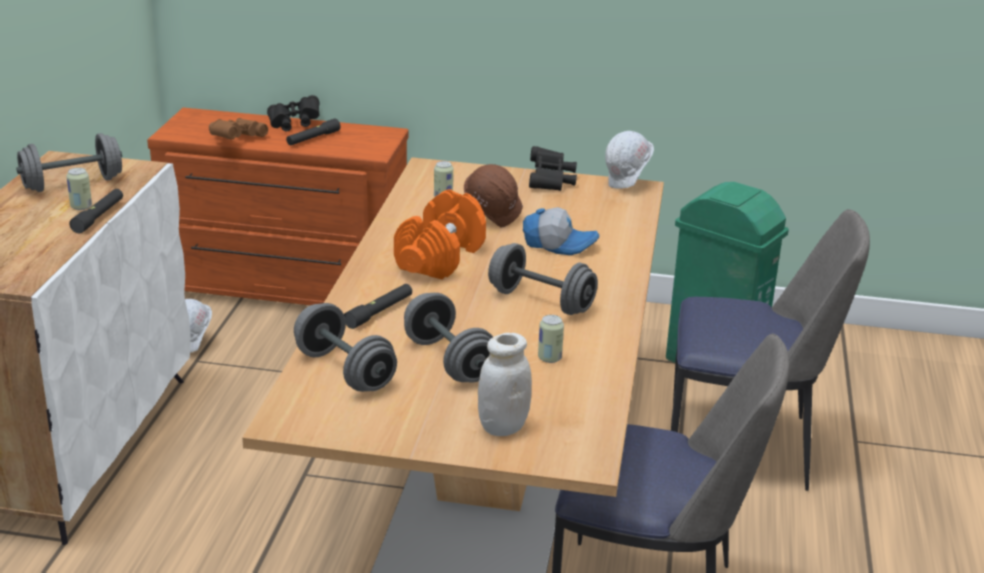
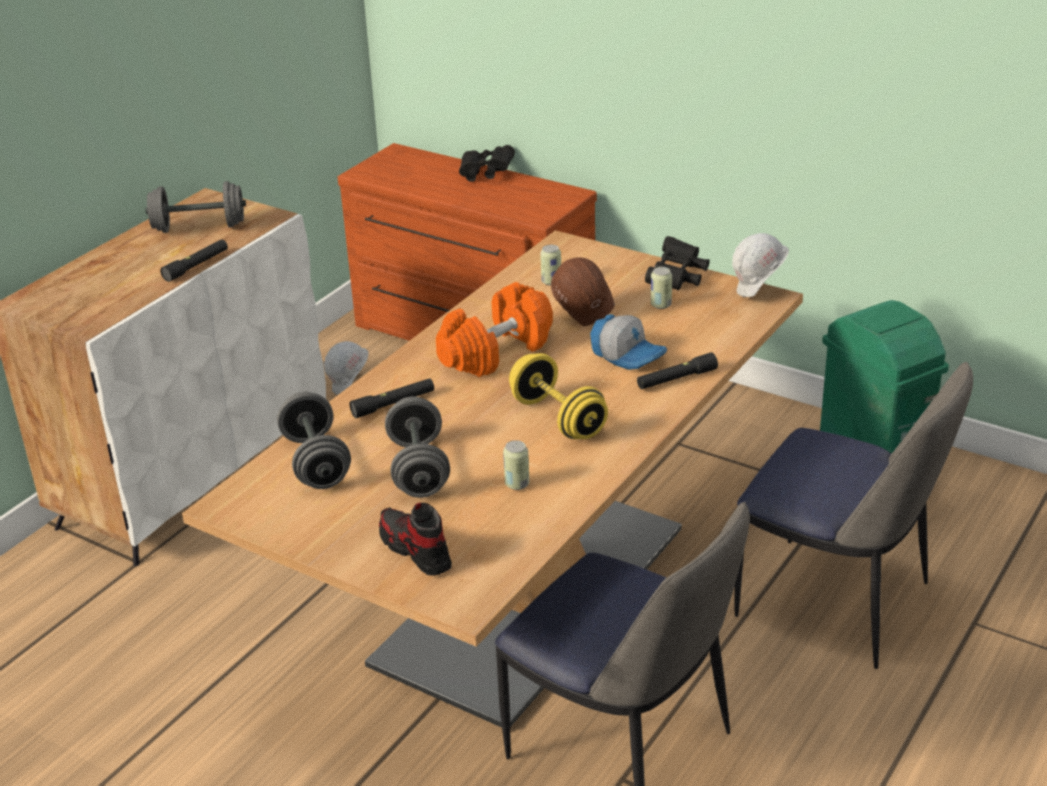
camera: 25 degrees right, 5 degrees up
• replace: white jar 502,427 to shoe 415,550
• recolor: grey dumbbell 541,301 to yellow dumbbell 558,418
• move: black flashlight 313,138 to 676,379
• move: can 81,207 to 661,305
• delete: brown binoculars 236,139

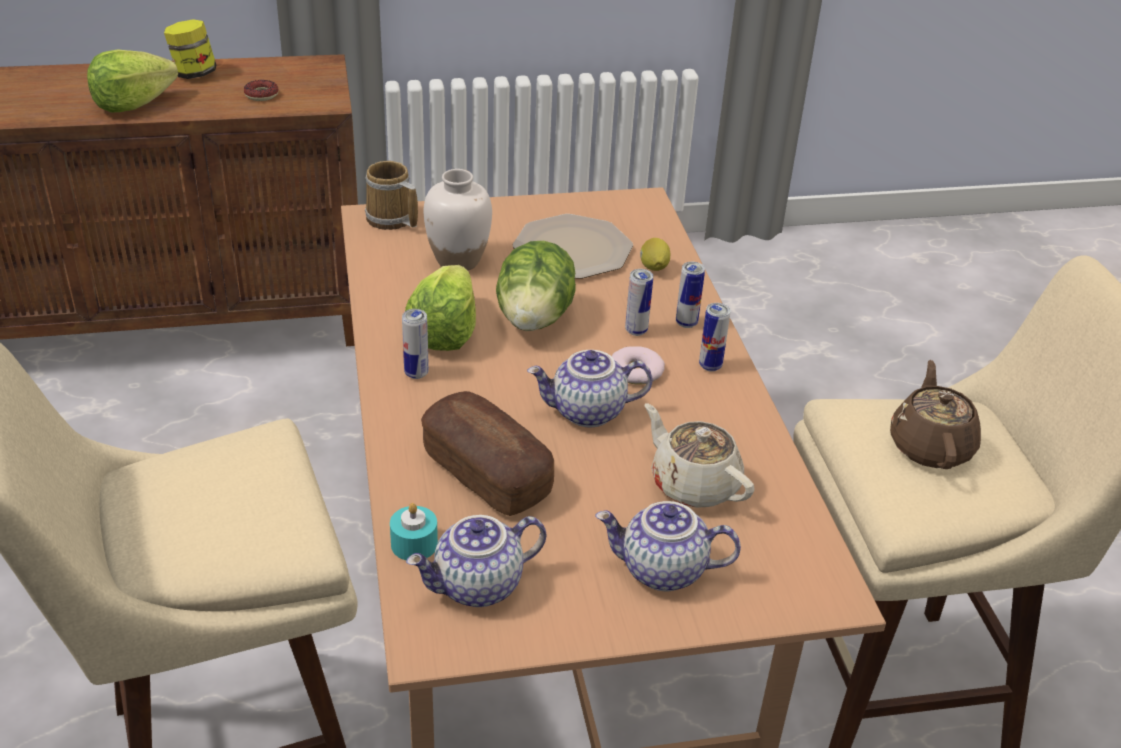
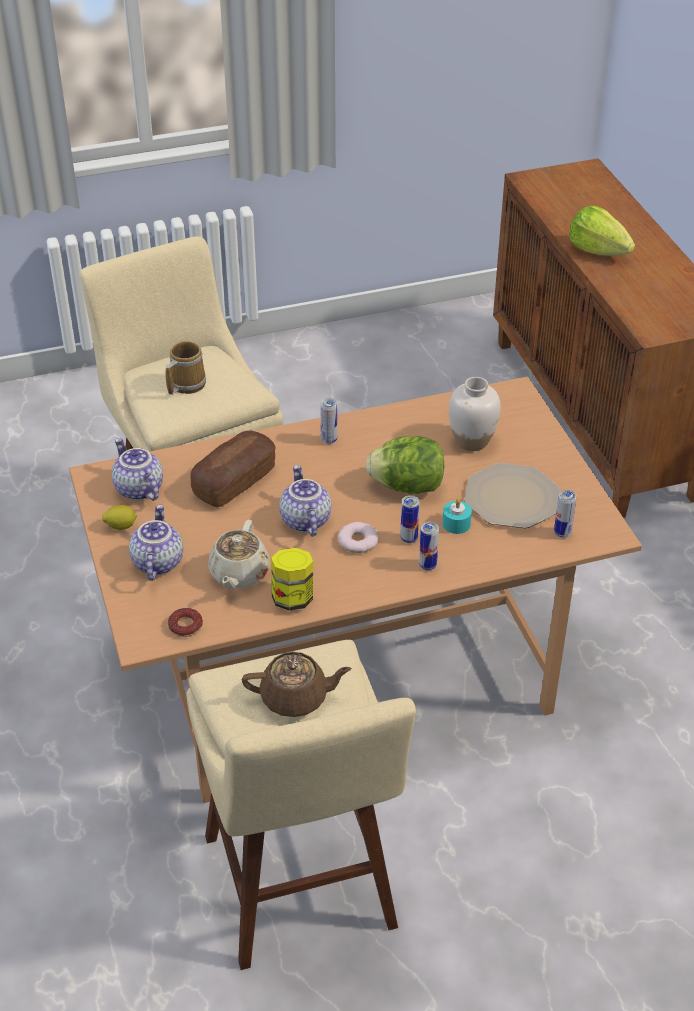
camera: 85 degrees right, 5 degrees up
• move: lemon 653,268 to 121,526
• move: mug 391,220 to 185,384
• move: donut 261,95 to 185,626
• rotate: beige teapot 693,484 = 239,574 150 degrees clockwise
• move: jar 194,74 to 292,598
• move: turquoise candle 414,544 to 456,524
• move: can 710,366 to 562,533
• delete: lettuce 445,332

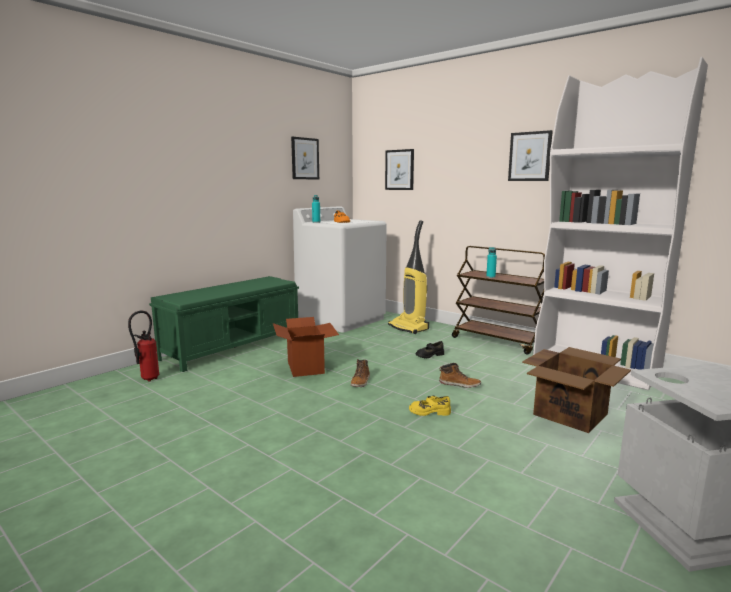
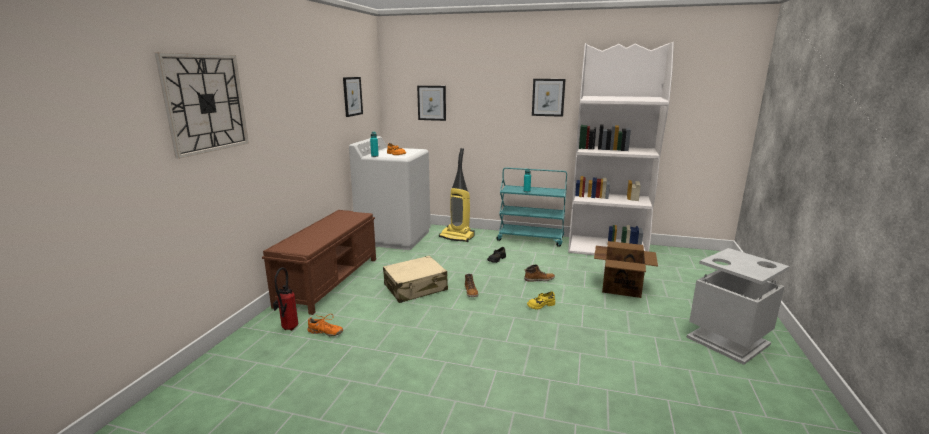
camera: 25 degrees left, 5 degrees up
• insert: wall clock 205,103
• recolor: green bench 234,347 to brown bench 330,281
• insert: orange shoe 325,332
• replace: cardboard box 306,367 to beige suitcase 416,288
• recolor: brown cart 498,341 to turquoise cart 531,239

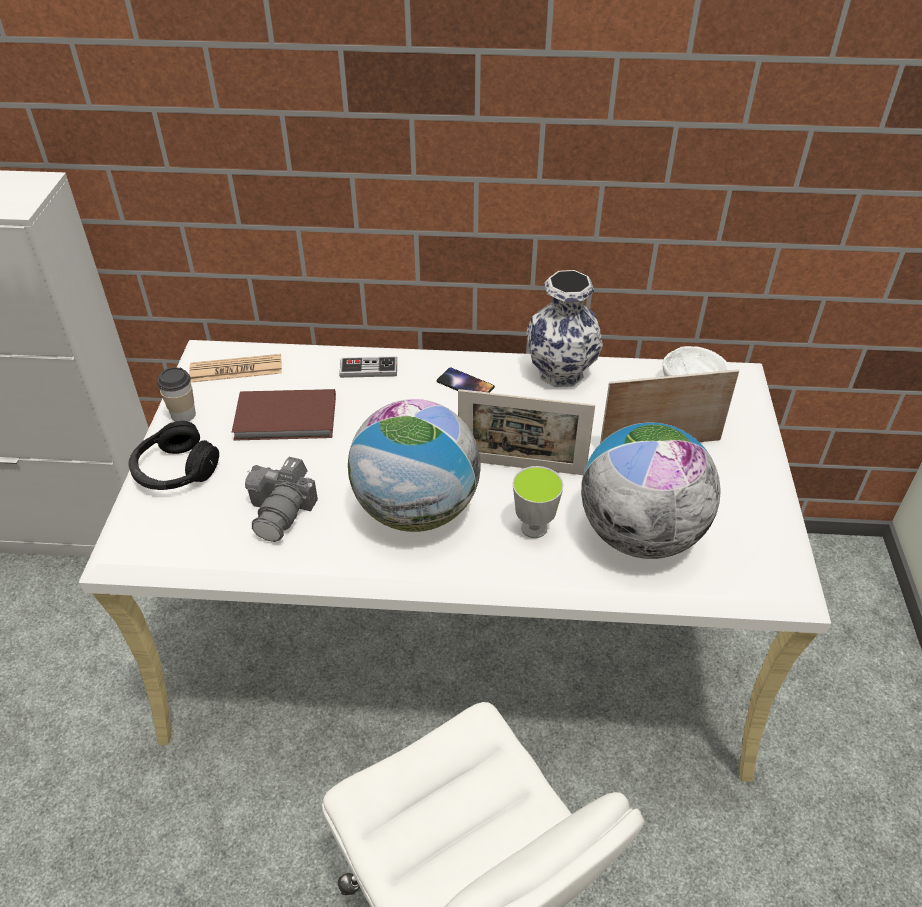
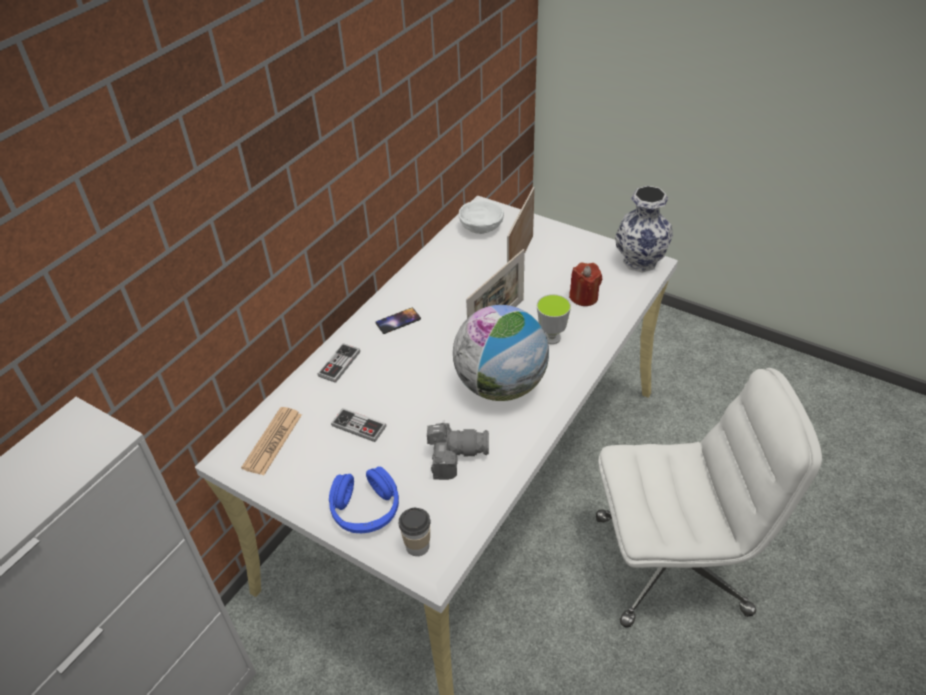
camera: 60 degrees left, 0 degrees up
• recolor: black headphones 175,470 to blue headphones 366,510
• replace: brown book 287,419 to game controller 359,426
• move: cup 183,414 to 417,546
• rotate: photo camera 282,510 = 454,455 45 degrees counterclockwise
• replace: globe 640,534 to red candle 584,297
• move: vase 562,373 to 641,261

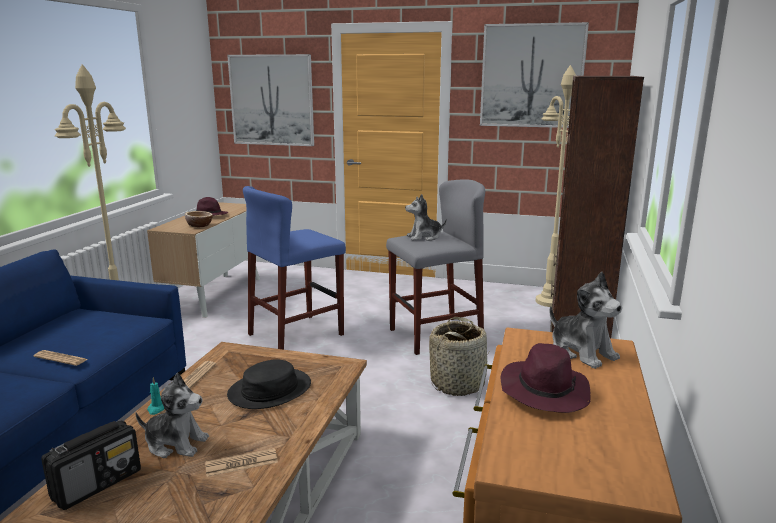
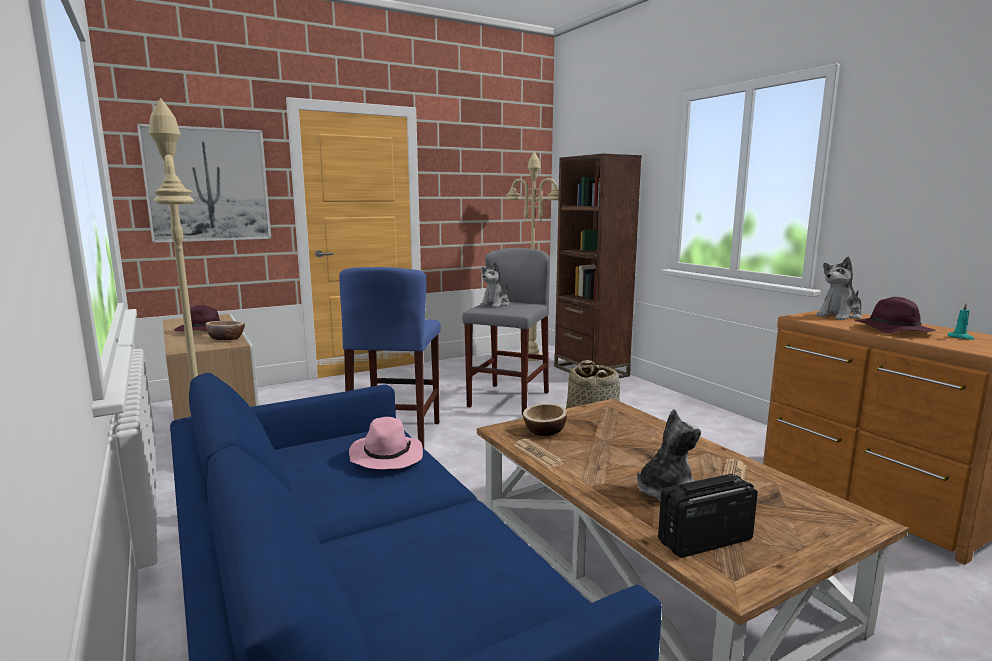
camera: 45 degrees left, 5 degrees down
• insert: pink hat 386,457
• insert: bowl 544,431
• rotate: radio 98,484 = 704,540 105 degrees counterclockwise
• rotate: plush toy 582,352 = 840,316 135 degrees clockwise
• move: turquoise candle 157,409 to 961,337
• delete: newspaper 61,358
• delete: black hat 269,390
• delete: picture 531,76

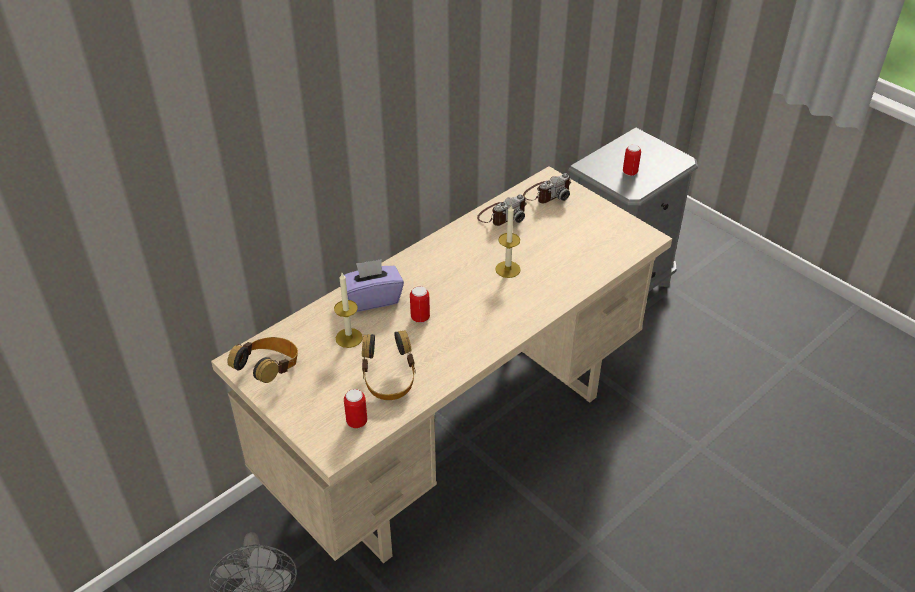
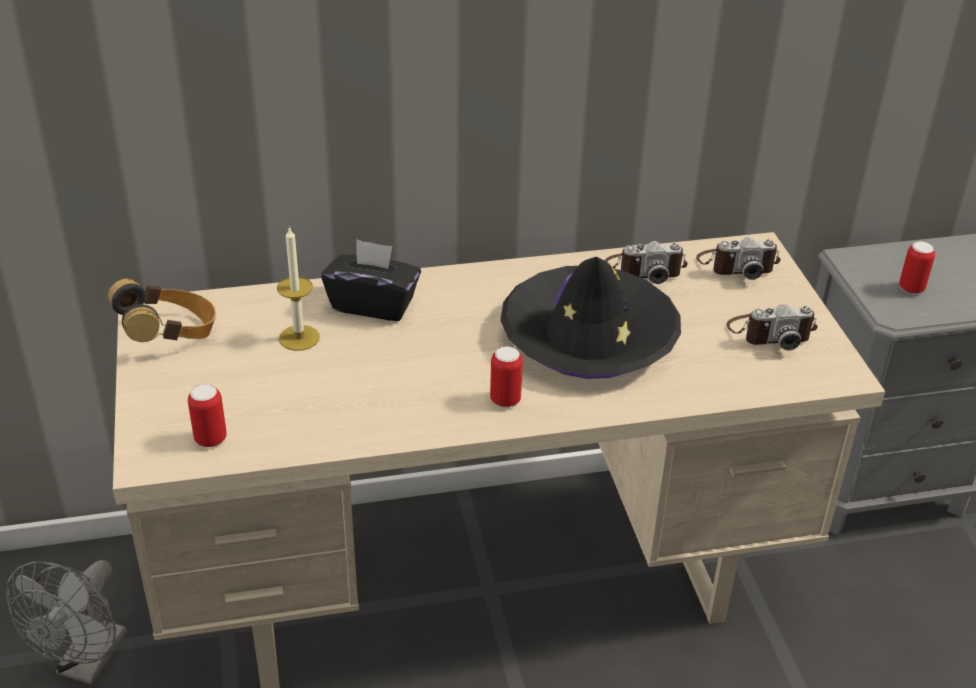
camera: 30 degrees right, 5 degrees down
• recolor: purple tissue box 372,298 to black tissue box 373,304
• move: can 420,318 to 505,400
• replace: candle 508,269 to black hat 588,338
• insert: photo camera 770,333
• delete: headphones 389,380

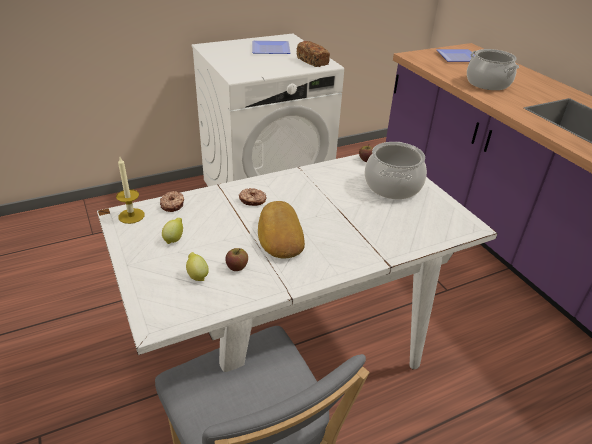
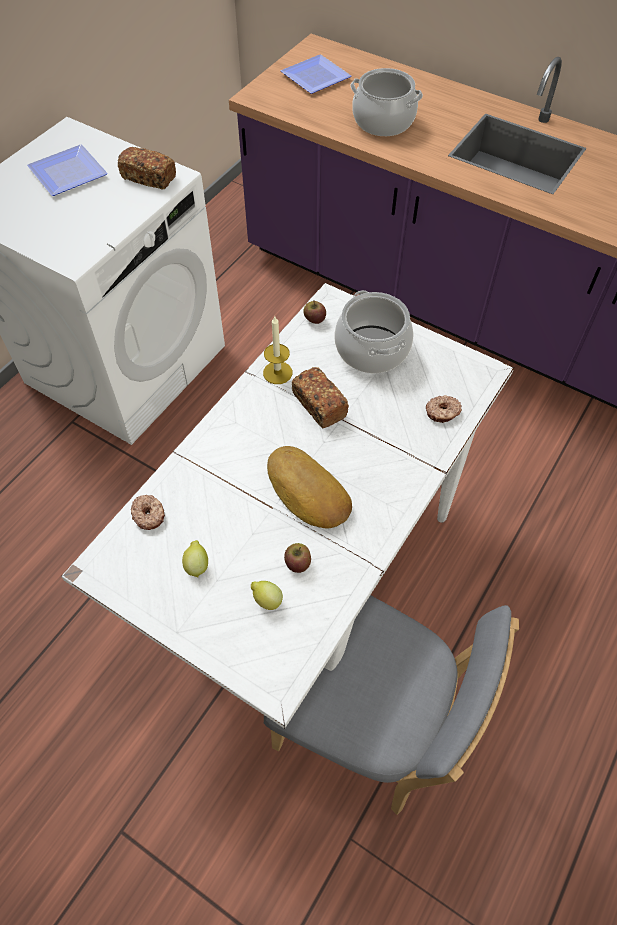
camera: 30 degrees left, 20 degrees up
• move: candle 131,216 to 277,372
• insert: bread 319,405
• move: donut 252,201 to 442,412

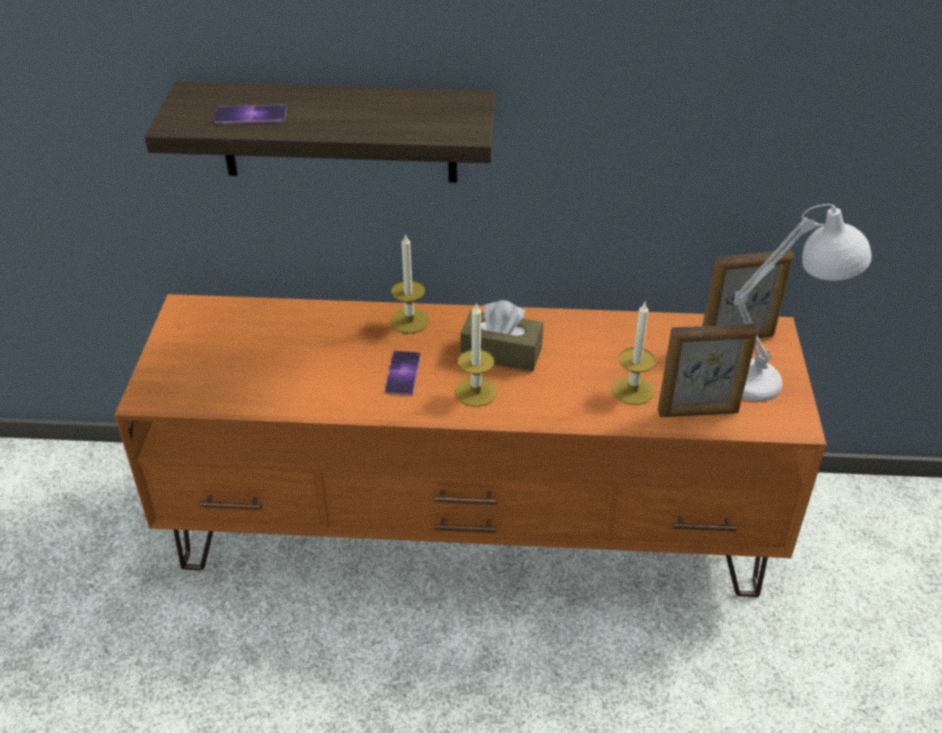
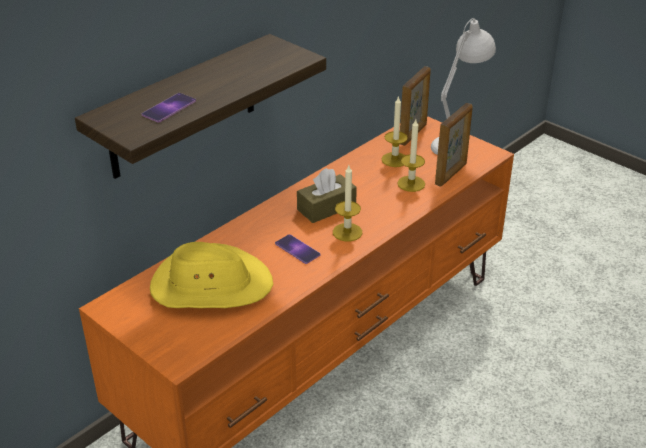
camera: 50 degrees left, 5 degrees down
• insert: yellow hat 210,285
• move: candle 409,321 to 394,159

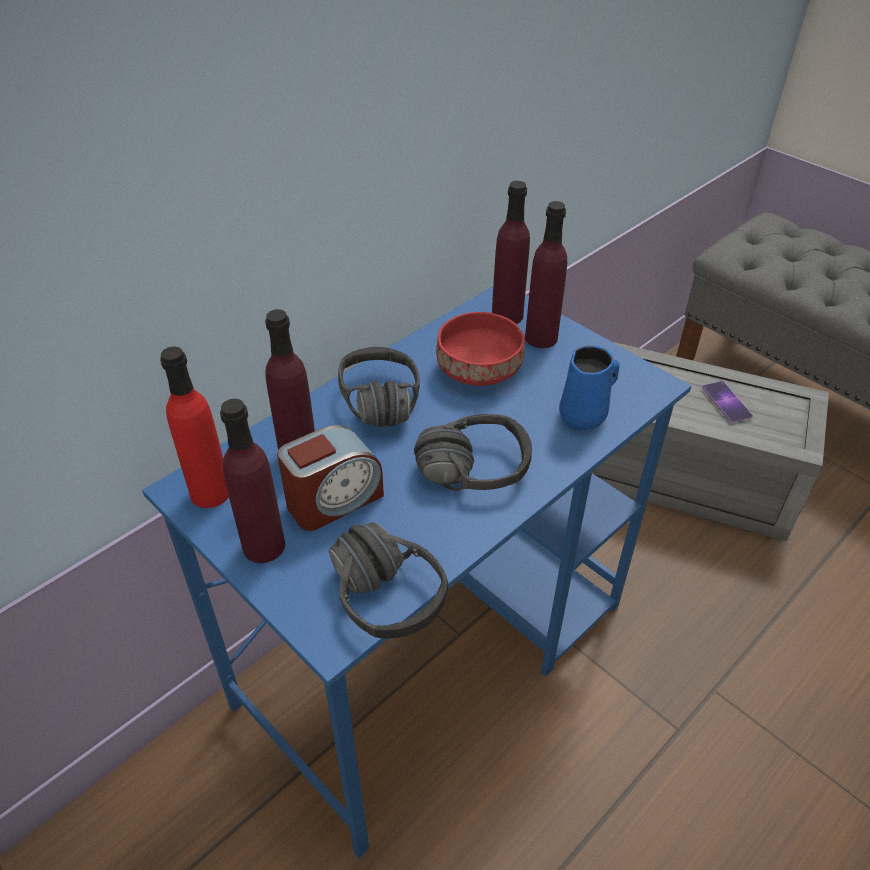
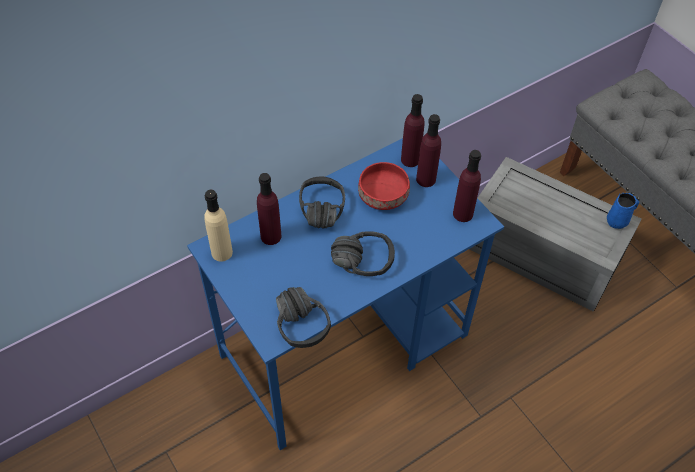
camera: 10 degrees right, 10 degrees up
• recolor: red bottle 210,493 to beige bottle 222,252
• move: purple bottle 263,545 to 463,213
• move: blue mug 584,416 to 618,221
• delete: alarm clock 334,500
• delete: phone 726,402

